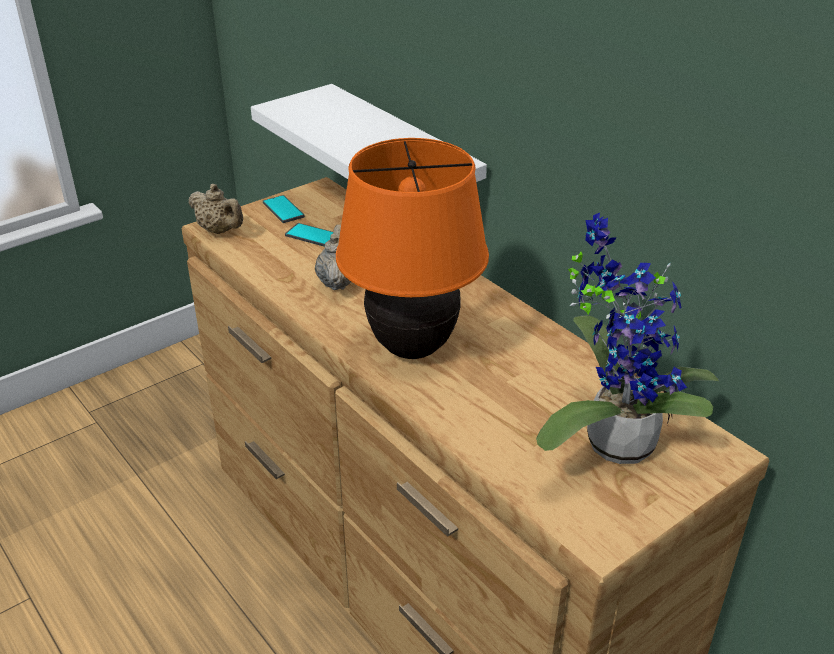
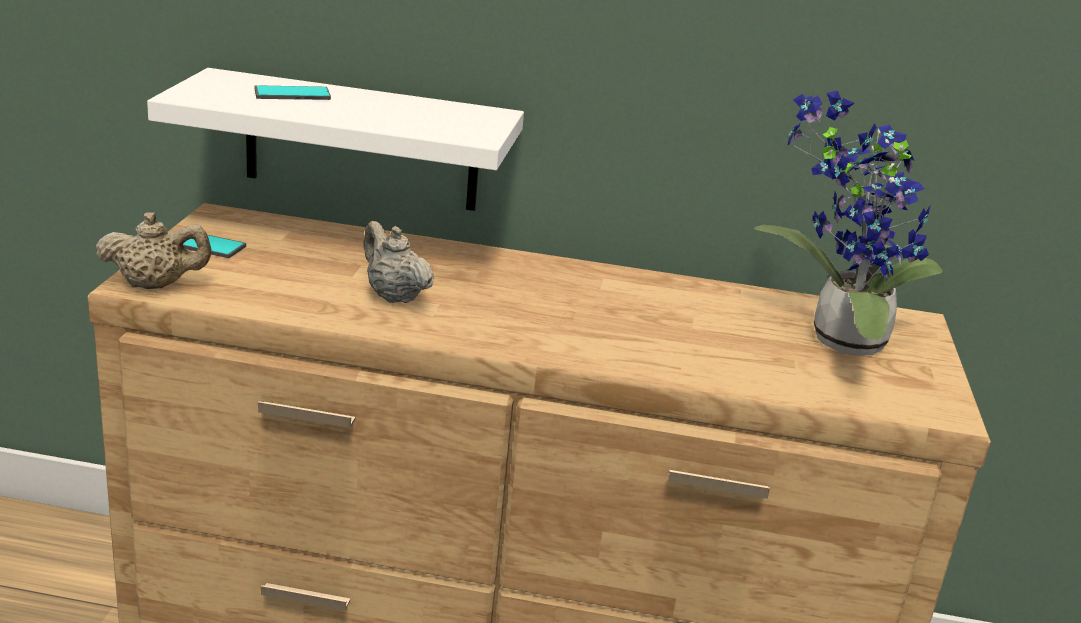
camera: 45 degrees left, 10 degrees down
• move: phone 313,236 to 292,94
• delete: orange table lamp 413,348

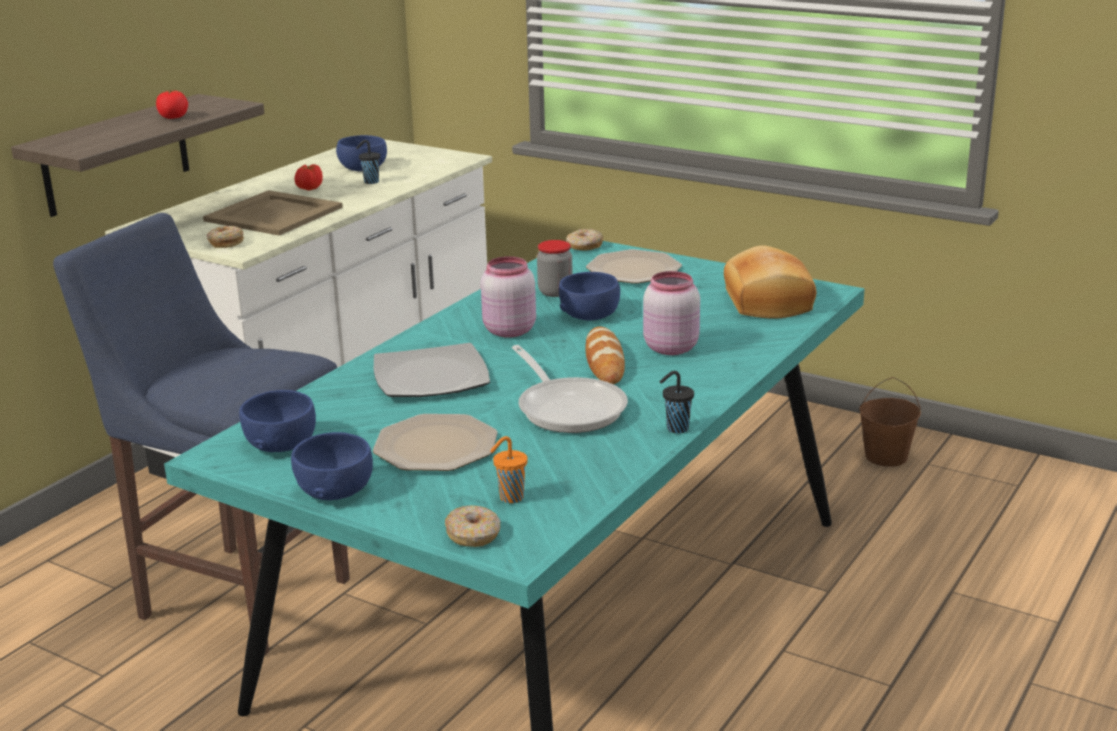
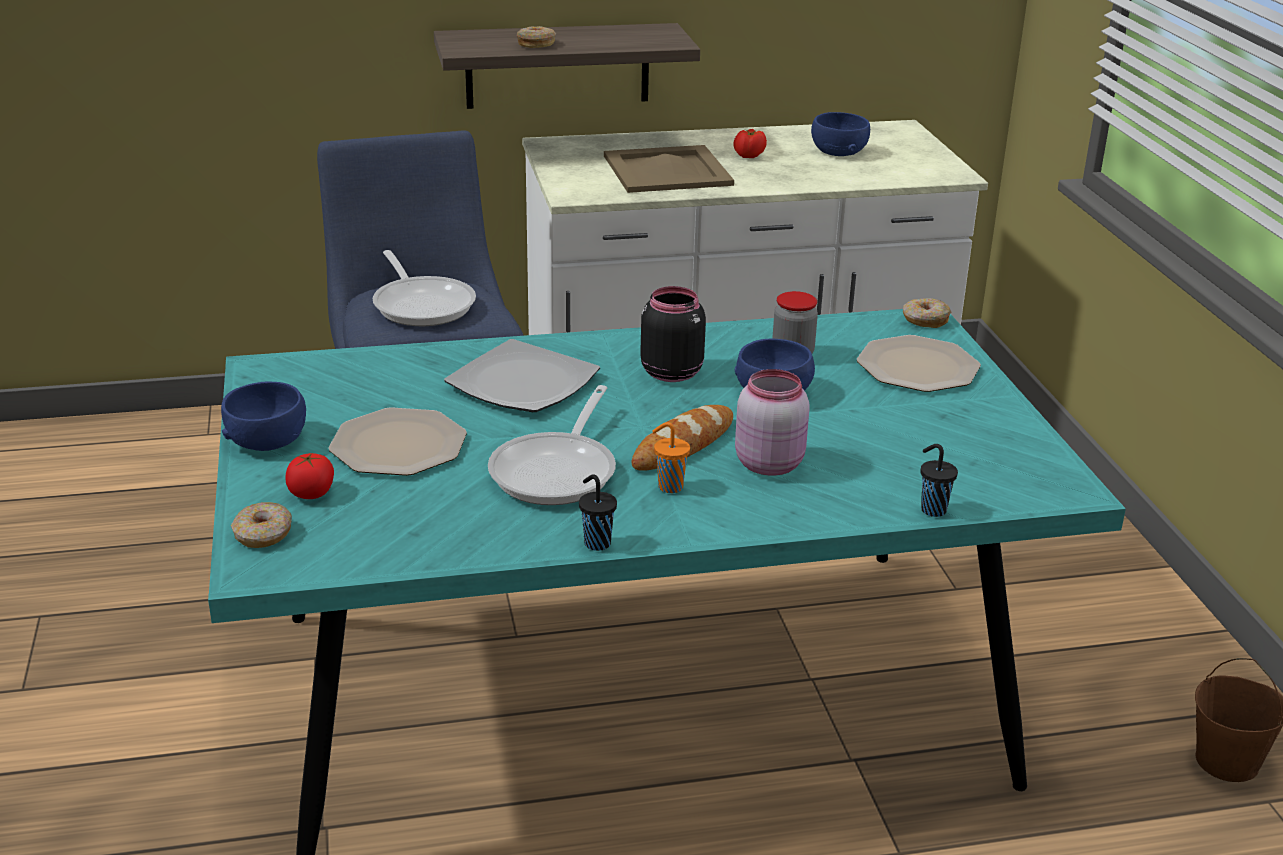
camera: 45 degrees right, 5 degrees up
• move: tomato 173,117 to 311,493
• insert: frying pan 422,304
• move: donut 226,243 to 536,44
• recolor: pink jar 508,330 to black jar 670,372
• move: orange cup 510,498 to 669,487
• move: black cup 370,182 to 932,509
• delete: blue bowl 280,443
• delete: bread 765,302

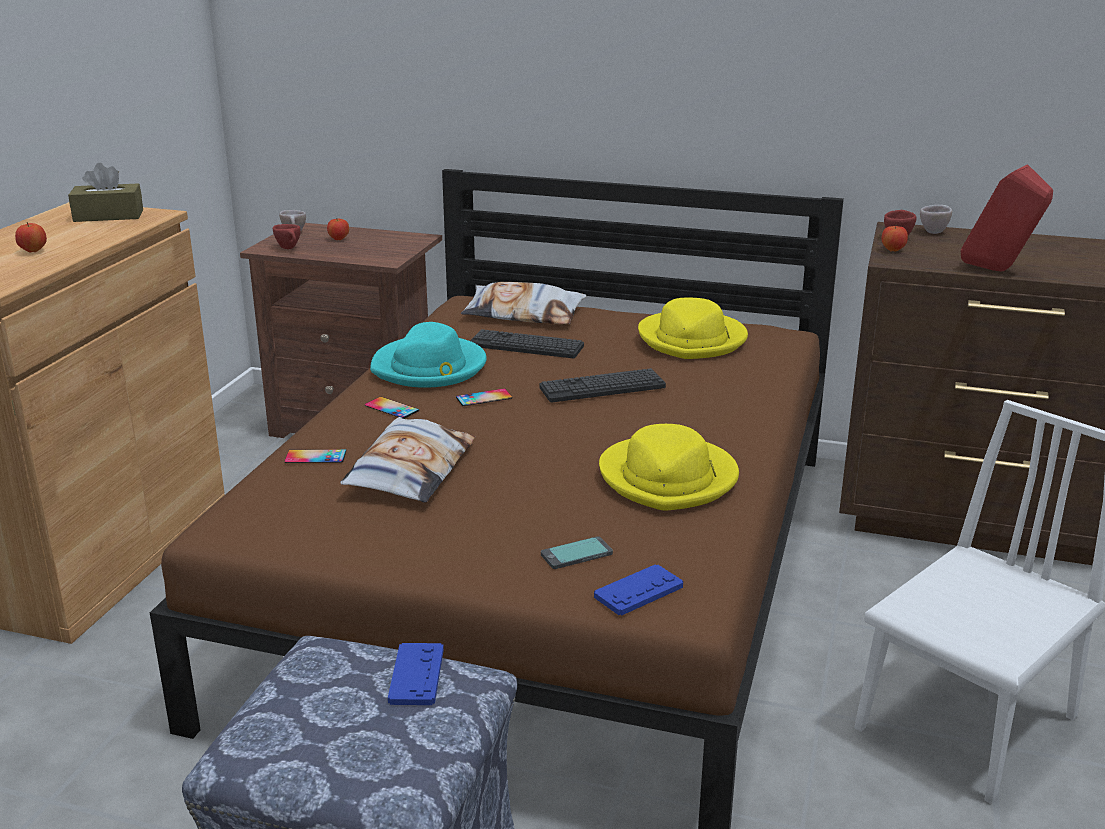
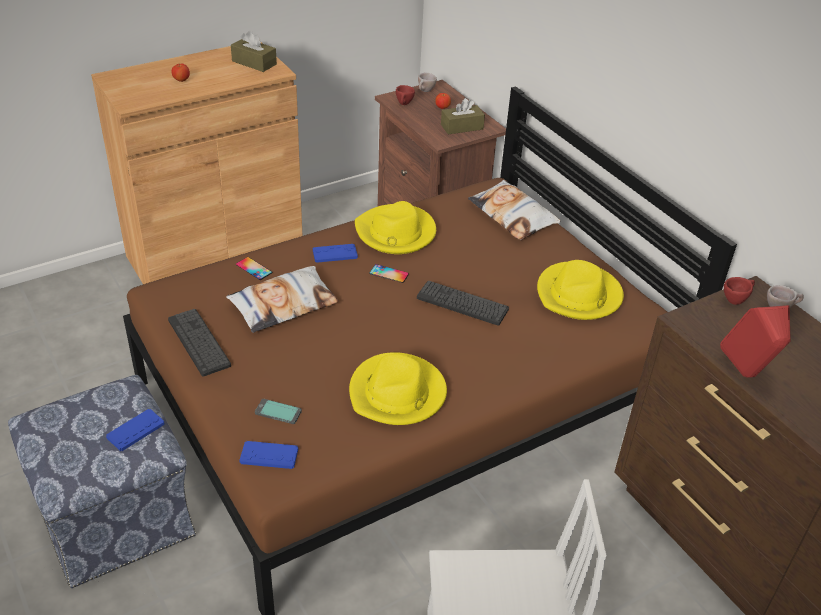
camera: 40 degrees right, 15 degrees up
• move: keyboard 526,346 to 199,342
• replace: phone 391,408 to blue game controller 335,254
• recolor: turquoise hat 429,367 to yellow hat 395,233
• insert: brown tissue box 462,127
• delete: apple 892,250

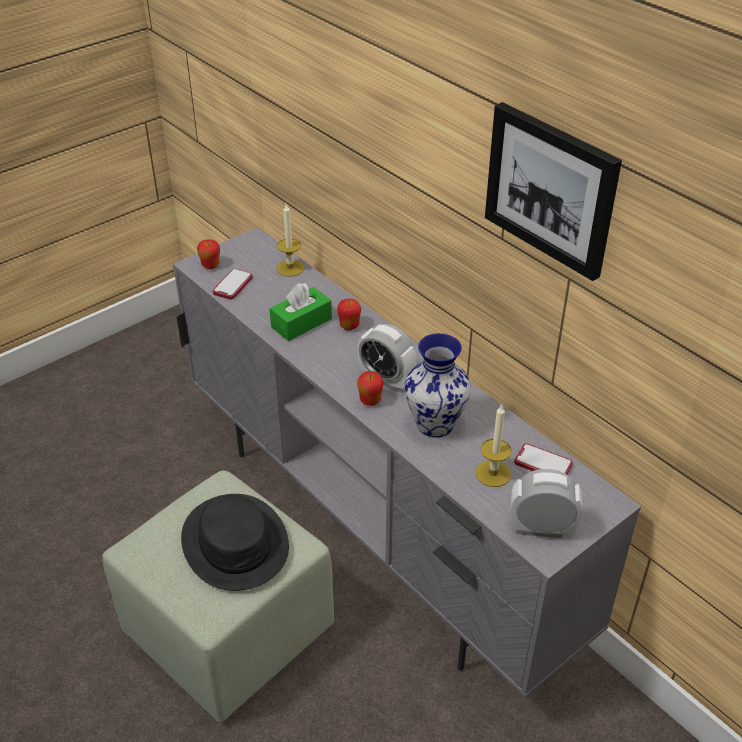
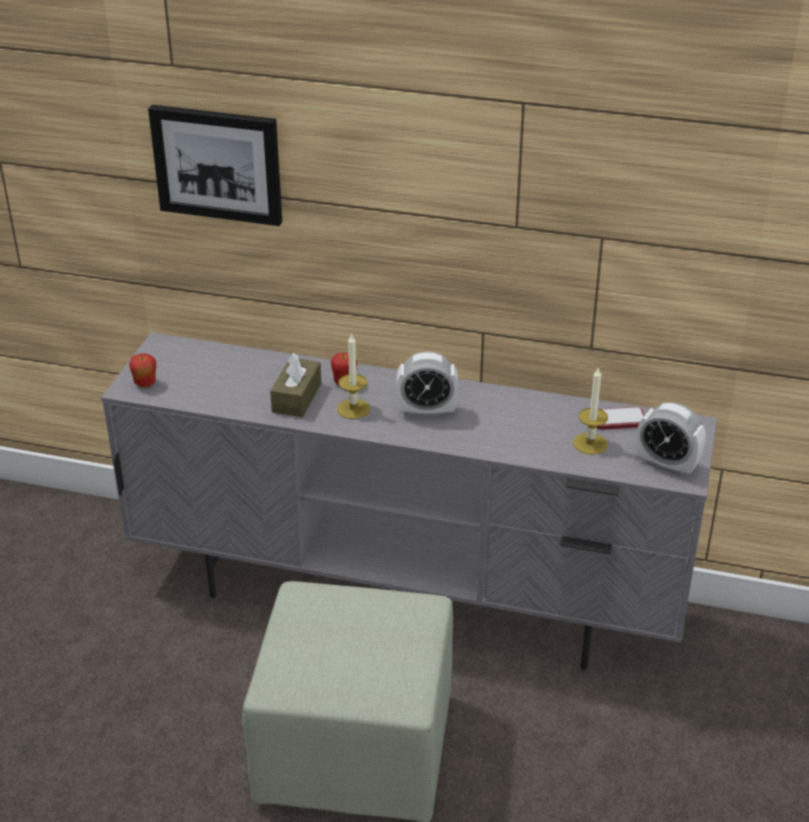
camera: 35 degrees left, 5 degrees down
• move: picture 551,189 to 218,164
• recolor: green tissue box 301,323 to brown tissue box 296,397
• move: candle 290,268 to 353,409
• rotate: alarm clock 541,528 = 666,465 120 degrees counterclockwise
• delete: black hat 235,543
• delete: phone 233,285
• delete: apple 370,401
• delete: vase 436,424

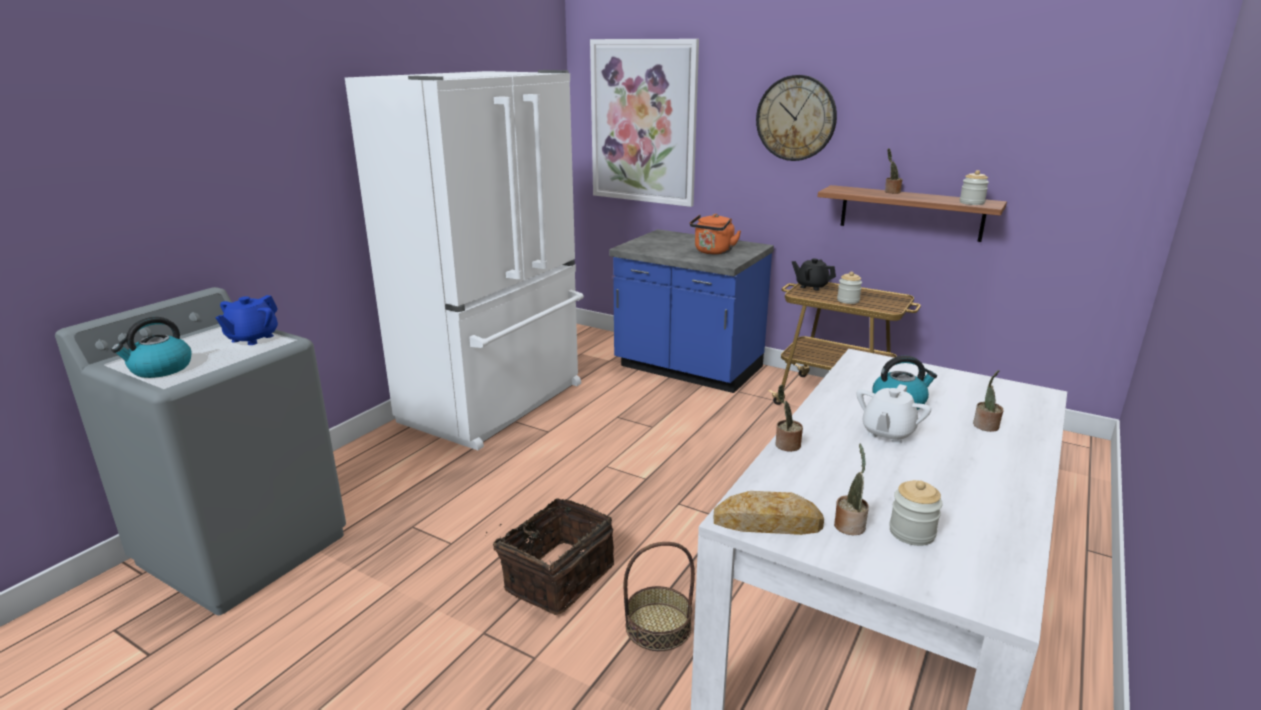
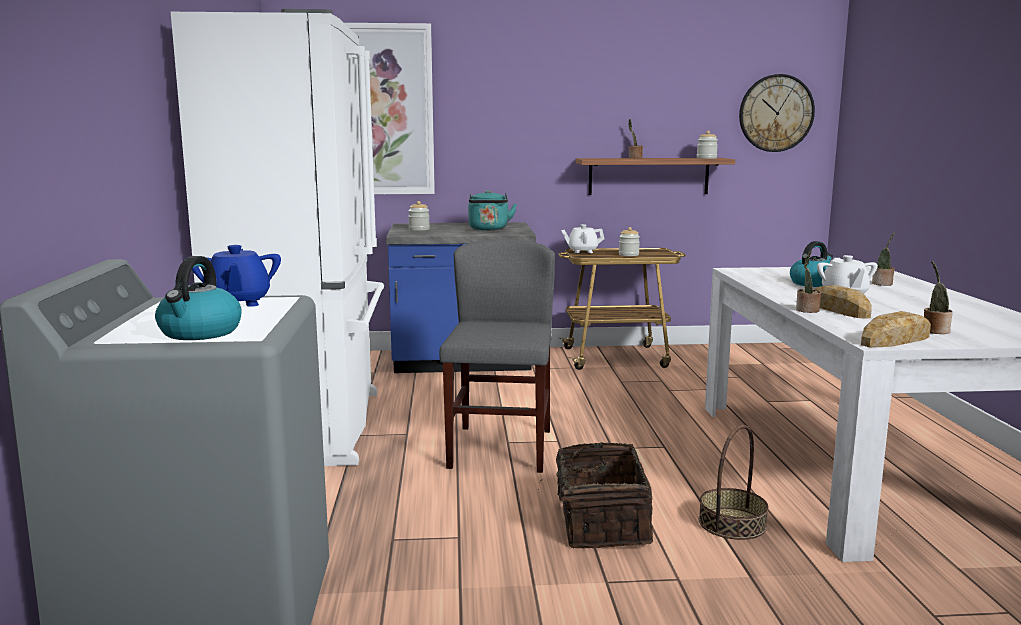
camera: 35 degrees left, 10 degrees down
• move: jar 912,533 to 419,229
• insert: grey chair 500,449
• recolor: orange kettle 713,252 to turquoise kettle 489,229
• recolor: black teapot 811,286 to white teapot 582,251
• move: wall clock 796,118 to 776,113
• insert: bread 838,309

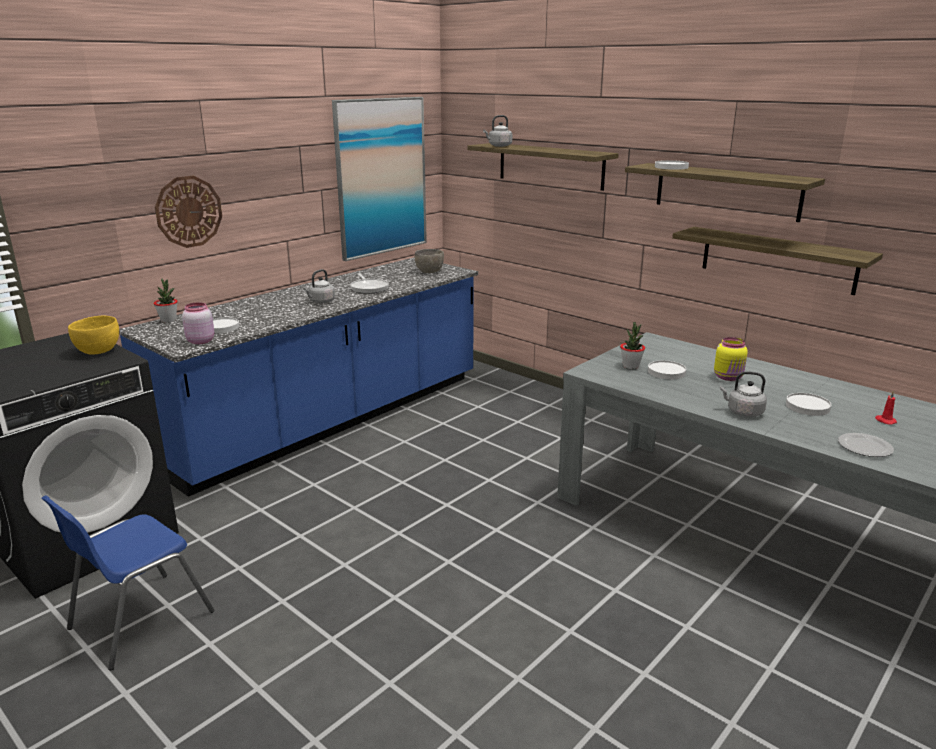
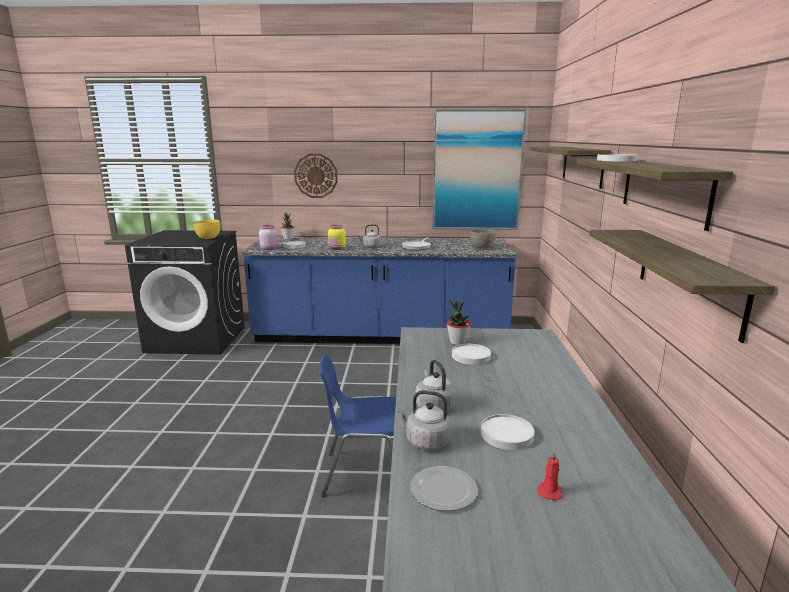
camera: 50 degrees right, 5 degrees down
• move: blue chair 138,620 to 365,473
• move: yellow jar 729,377 to 337,248
• move: grey kettle 499,146 to 425,441

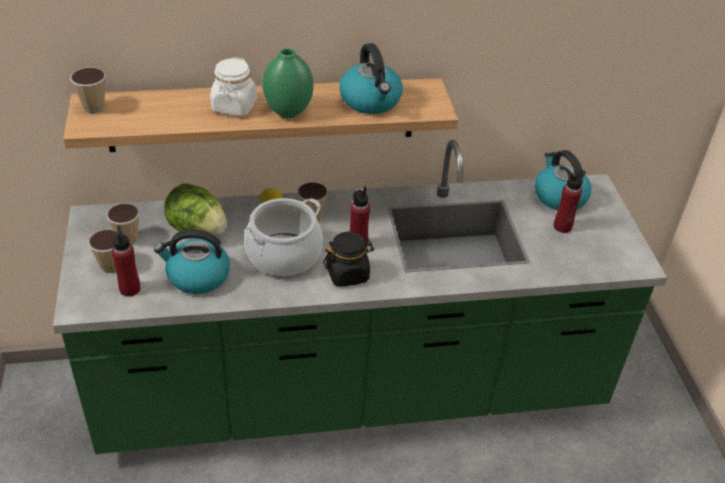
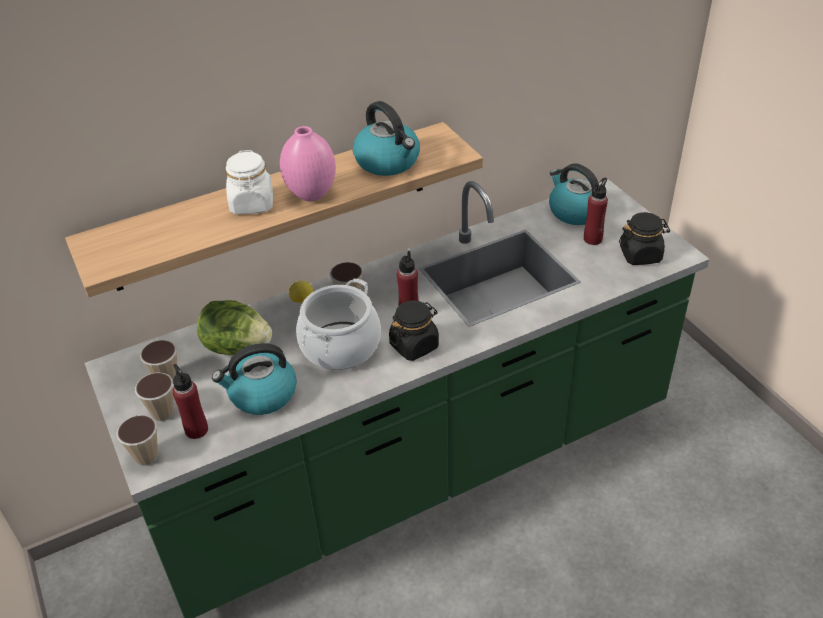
camera: 15 degrees left, 0 degrees up
• move: cup 94,108 to 146,456
• recolor: green vase 288,112 to pink vase 312,194
• insert: black jar 640,255

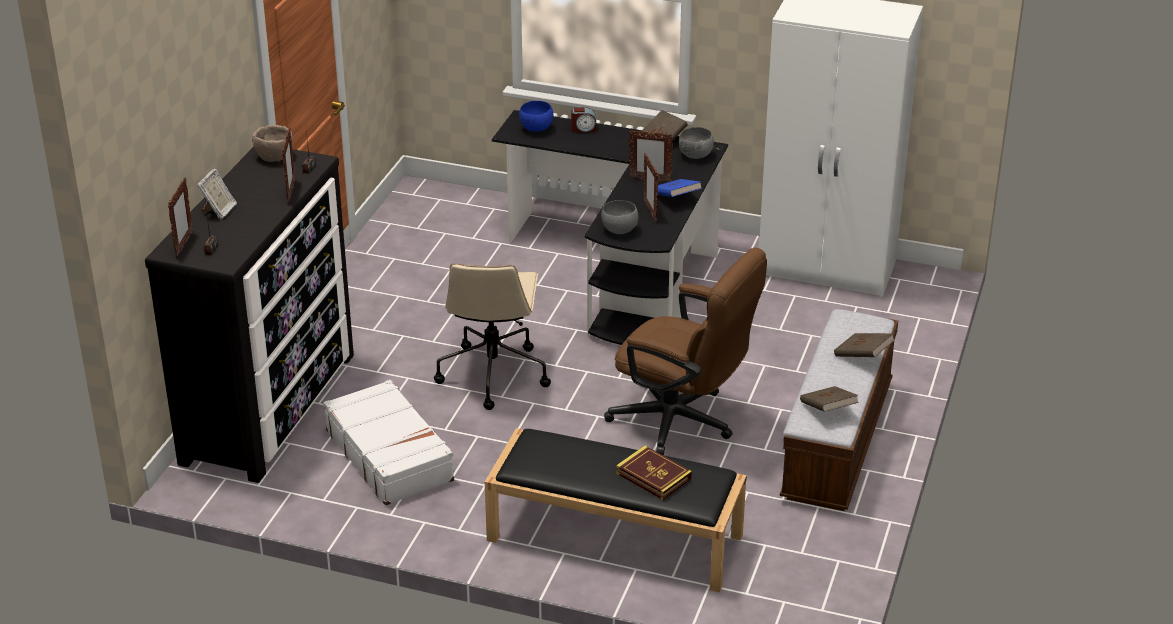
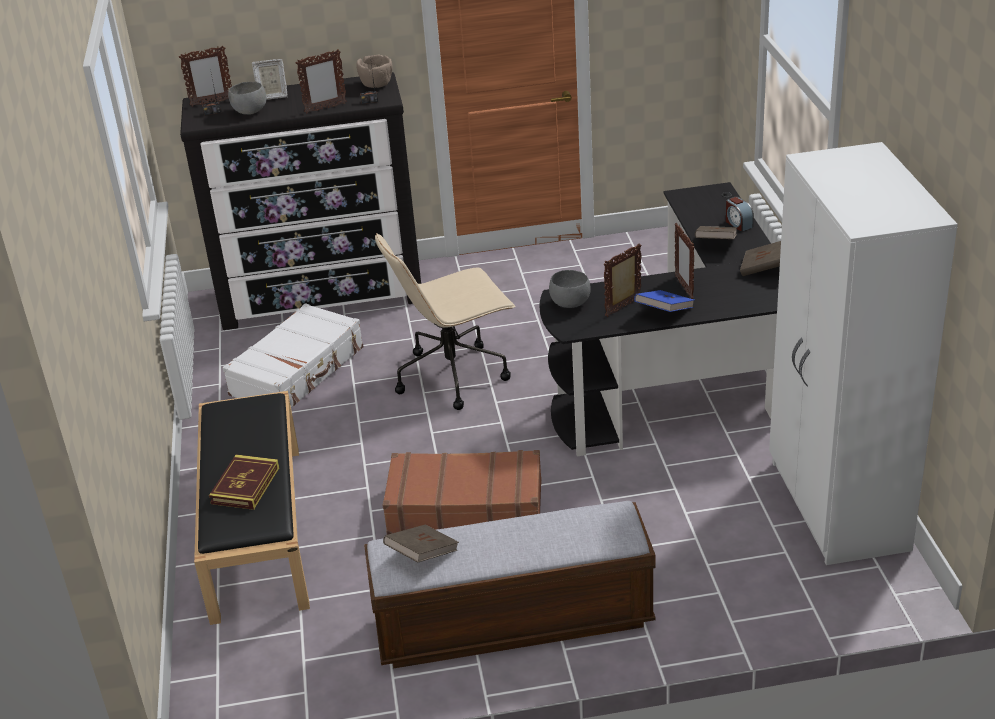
camera: 65 degrees right, 0 degrees up
• move: grey bowl 695,156 to 249,112
• replace: brown office chair 682,422 to brown suitcase 465,507
• move: brown book 863,356 to 715,244
• delete: blue bowl 536,129

